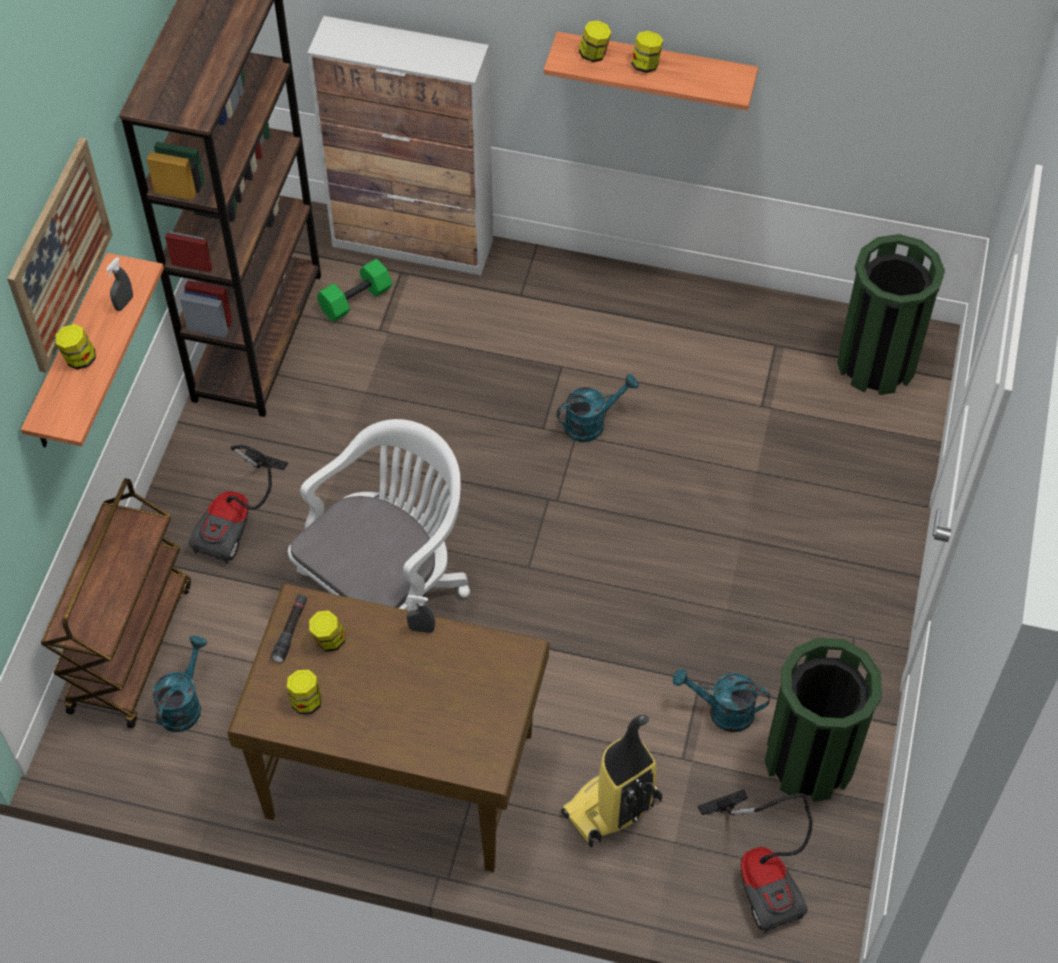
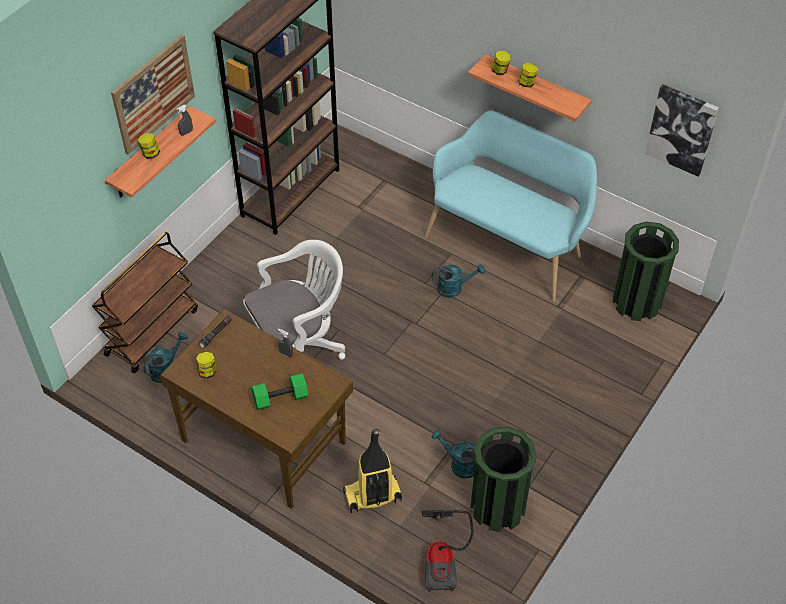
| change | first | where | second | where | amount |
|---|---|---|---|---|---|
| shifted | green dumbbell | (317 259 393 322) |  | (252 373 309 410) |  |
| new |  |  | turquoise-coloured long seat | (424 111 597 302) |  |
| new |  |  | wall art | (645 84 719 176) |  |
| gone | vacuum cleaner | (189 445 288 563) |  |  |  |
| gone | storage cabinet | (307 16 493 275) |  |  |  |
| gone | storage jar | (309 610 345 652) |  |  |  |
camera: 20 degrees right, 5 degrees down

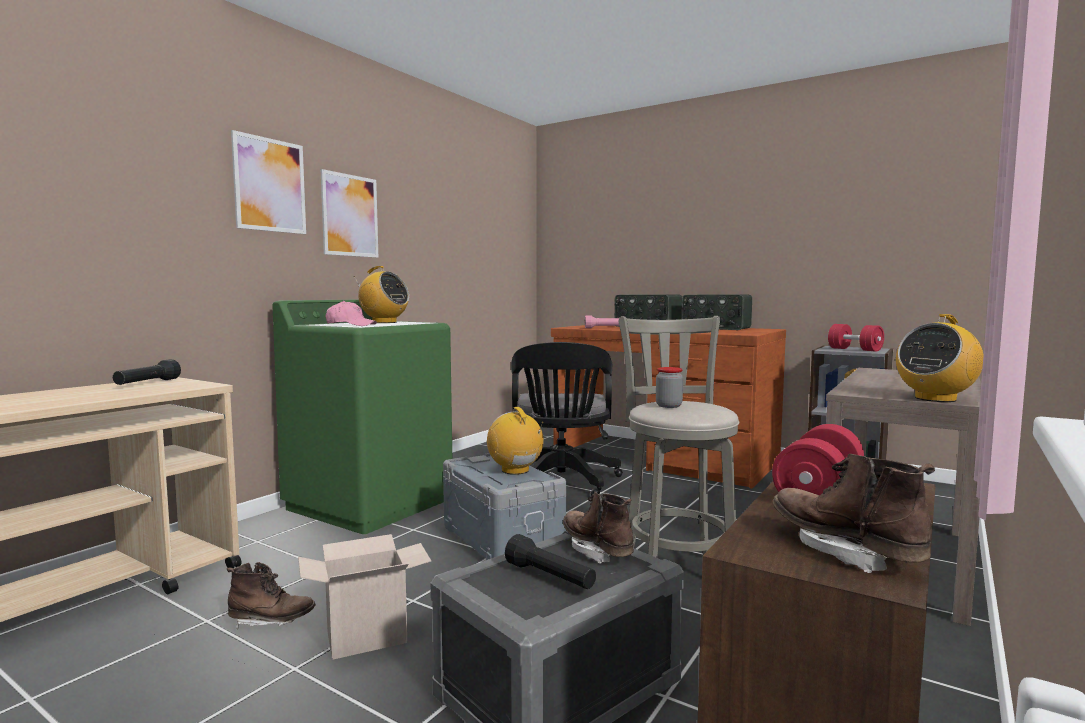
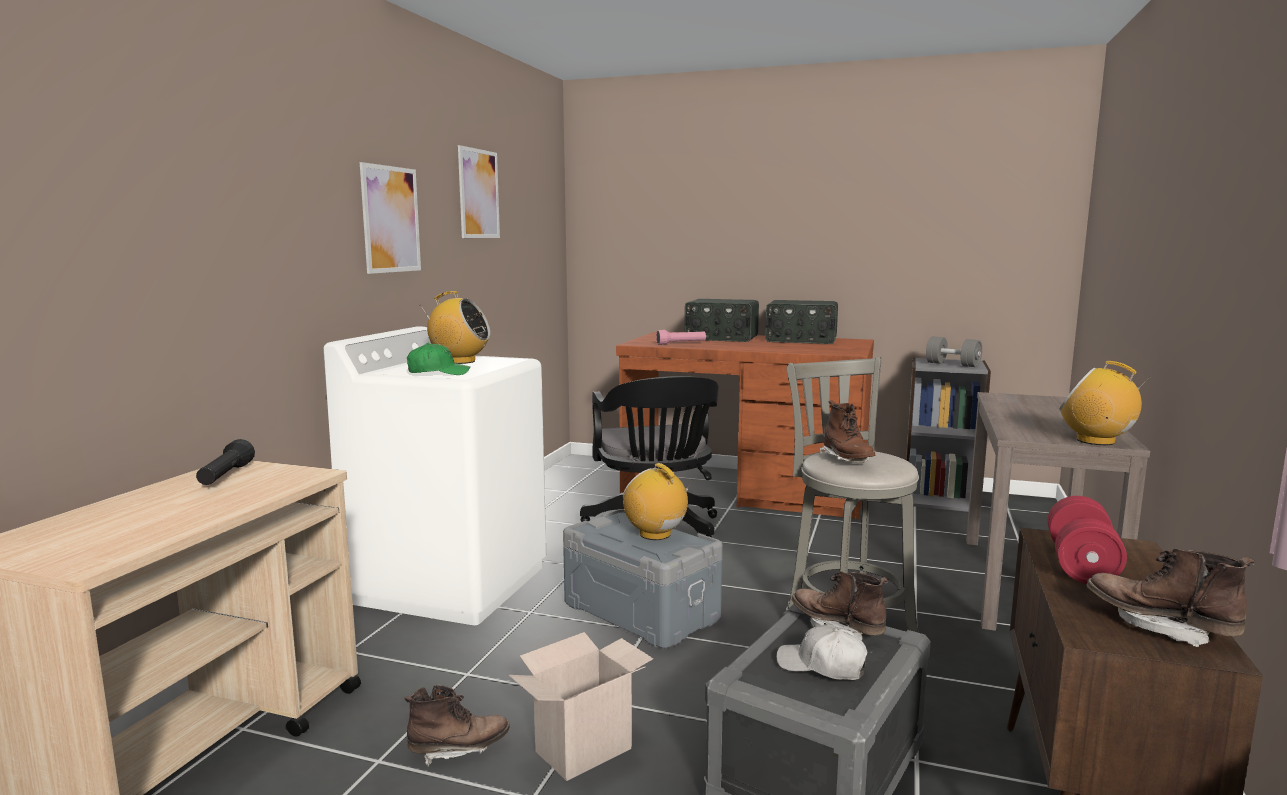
| change | first | where | second | where | amount |
|---|---|---|---|---|---|
| repainted | green laundry appliance | (273 300 452 534) | whitish laundry appliance | (323 326 546 625) |  |
| repainted | pink-coloured peaked cap | (326 301 377 326) | green peaked cap | (407 343 470 375) |  |
| shifted | wall art | (231 130 306 234) |  | (458 145 500 238) |  |
| swapped | blackish flashlight | (505 534 596 589) | whitish peaked cap | (777 624 867 680) |  |
| swapped | storage jar | (656 367 683 408) | brown-coloured high-top boot | (820 400 875 463) |  |
| repainted | red-coloured dumbbell | (828 324 884 352) | greyish dumbbell | (926 336 982 367) |  |
| rotated | radio receiver | (896 314 984 402) |  | (1060 361 1151 445) | 90 degrees clockwise |
camera: 15 degrees left, 5 degrees up

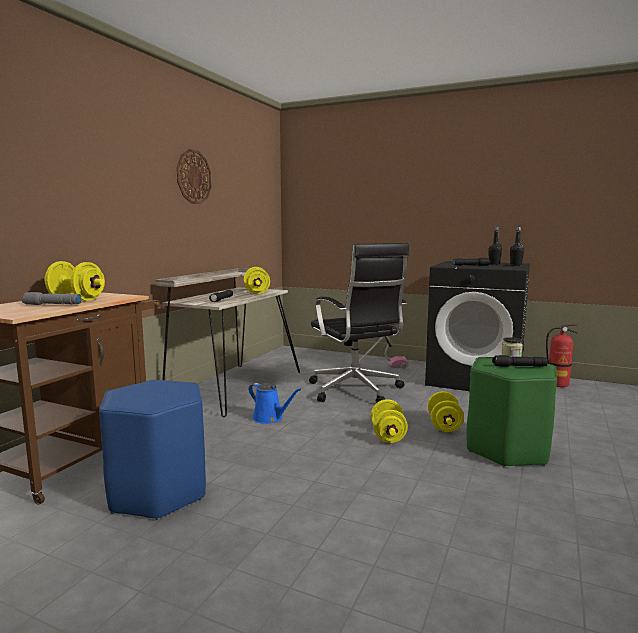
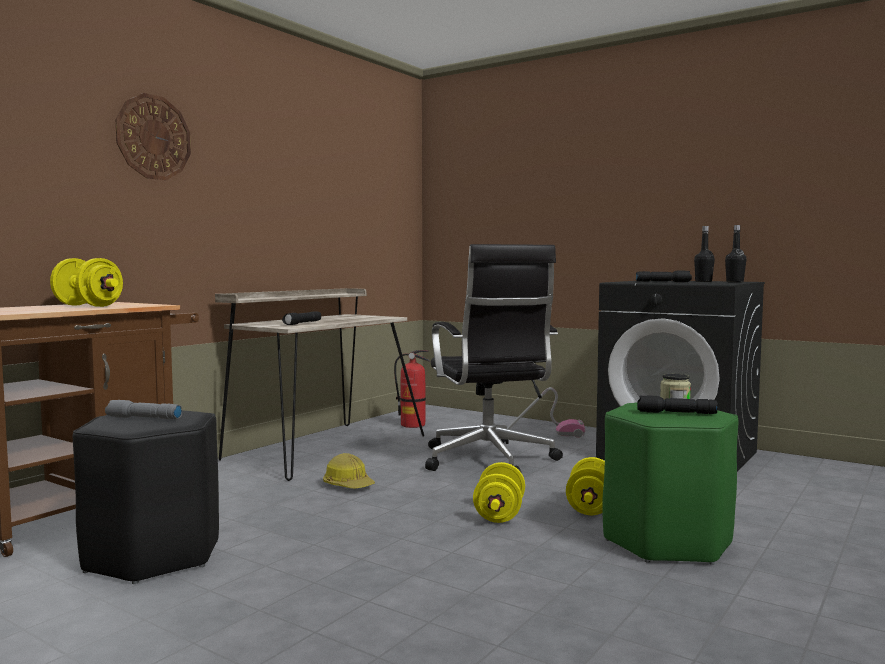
| change | first | where | second | where | amount |
|---|---|---|---|---|---|
| repainted | blue-coloured stool seat | (99 380 206 520) | blackish stool seat | (73 410 219 584) |  |
| shifted | greyish flashlight | (21 292 82 305) |  | (105 400 182 419) |  |
| shifted | hanging clock | (177 149 212 204) |  | (116 93 191 180) |  |
| swapped | blue-coloured watering can | (249 383 301 424) | safety helmet | (323 453 375 488) |  |
| shifted | extinguisher | (546 324 578 387) |  | (394 350 430 428) |  |
| gone | yellow-coloured dumbbell | (244 267 270 294) |  |  |  |
camera: 10 degrees right, 5 degrees down

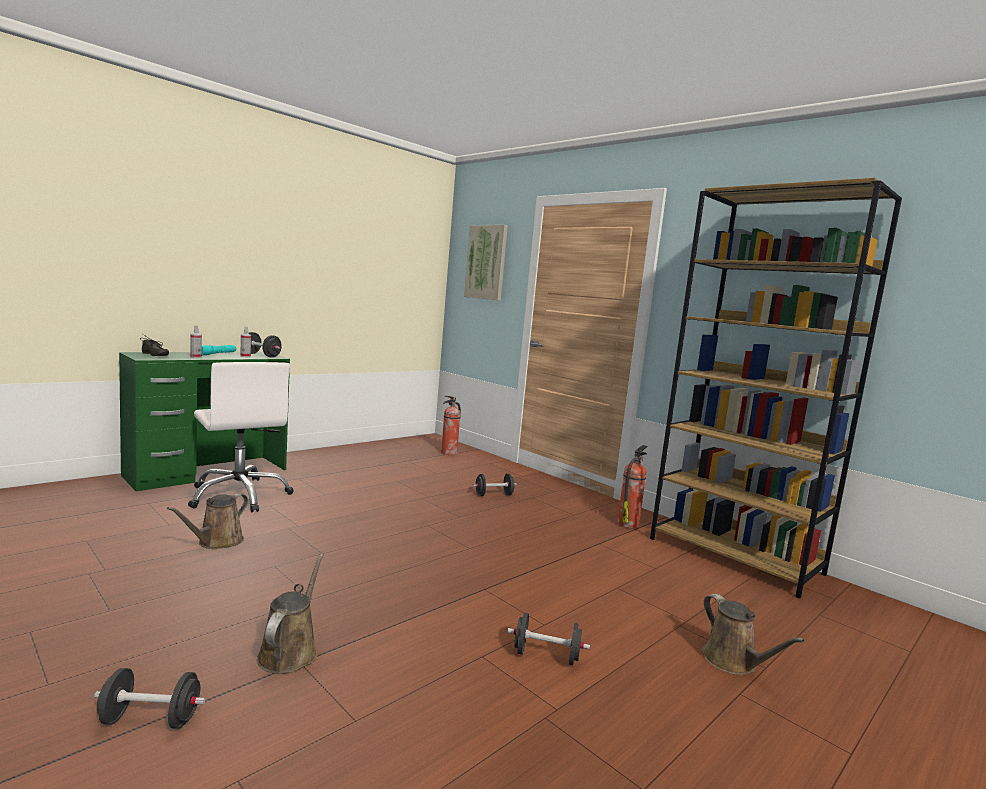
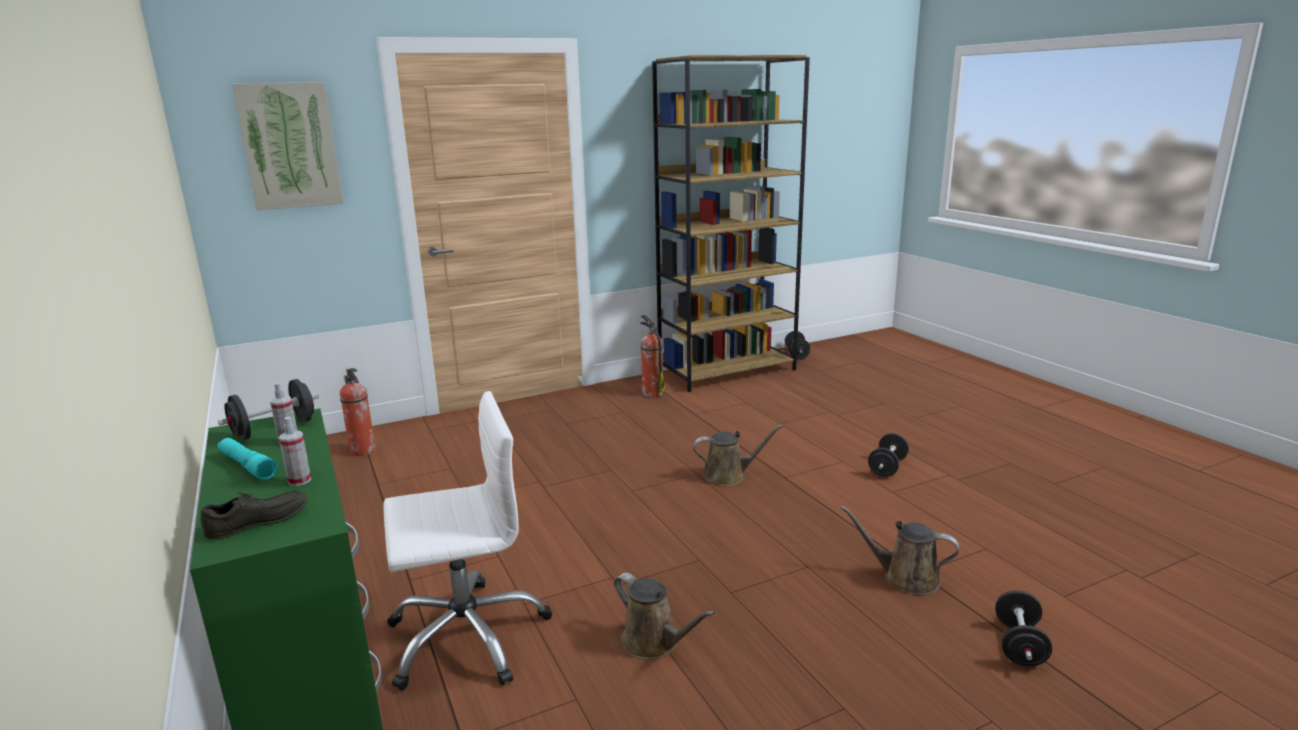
| change | first | where | second | where | amount |
|---|---|---|---|---|---|
| shifted | brown-coloured watering can | (702 594 805 675) |  | (693 425 783 486) |  |
| shifted | blackish dumbbell | (473 474 517 496) |  | (785 331 811 360) |  |
camera: 70 degrees left, 10 degrees up

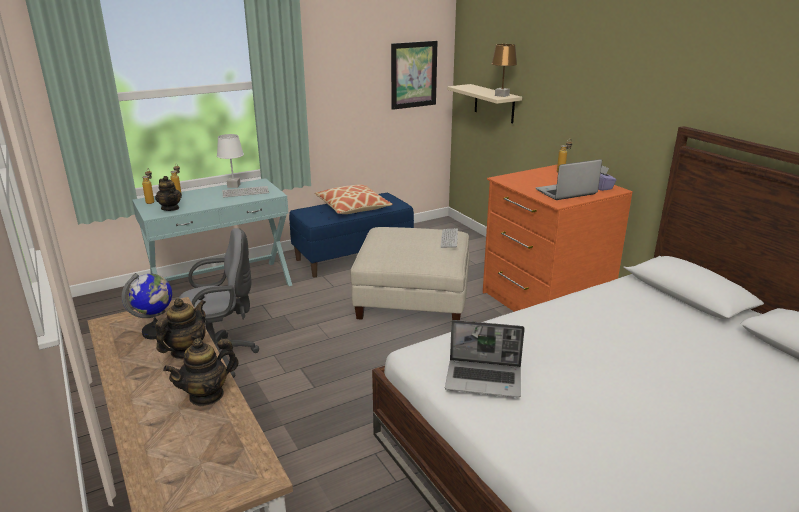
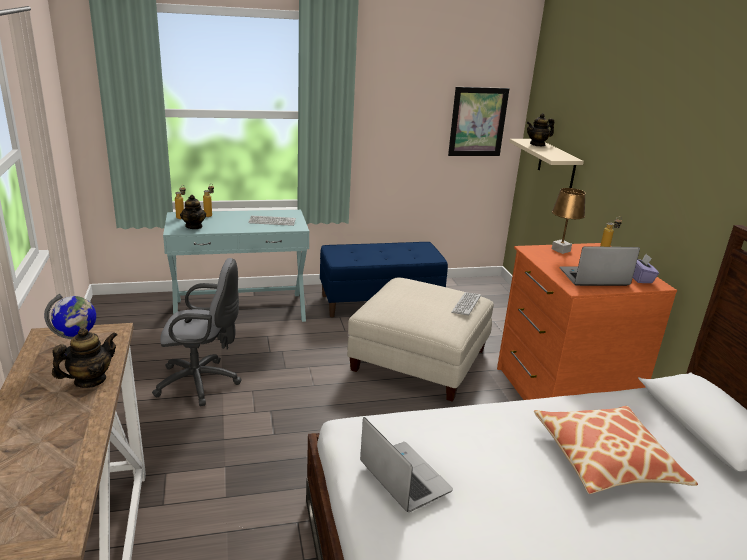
| change | first | where | second | where | amount |
|---|---|---|---|---|---|
| rotated | portable computer | (445 320 525 398) |  | (360 417 453 512) | 150 degrees counterclockwise |
| shifted | teapot | (163 338 239 407) |  | (527 113 554 146) |  |
| shifted | cushion | (315 185 393 214) |  | (534 406 698 494) |  |
| shifted | brown-coloured lamp for a table | (492 44 517 97) |  | (552 188 585 254) |  |
| gone | whitish lamp for a table | (217 134 244 188) |  |  |  |
camera: 15 degrees right, 0 degrees up

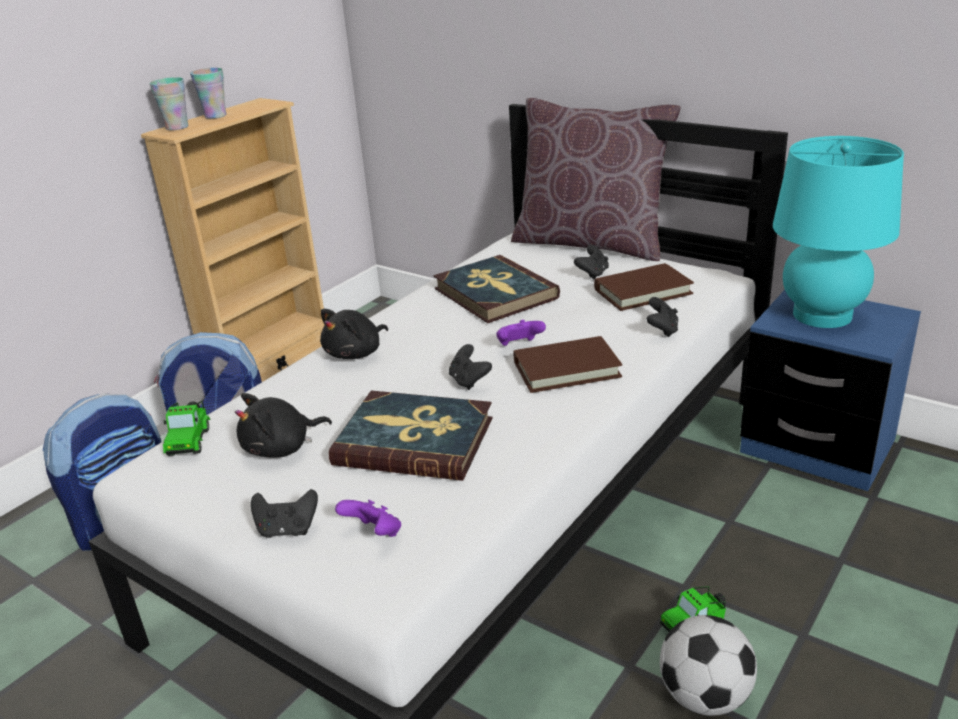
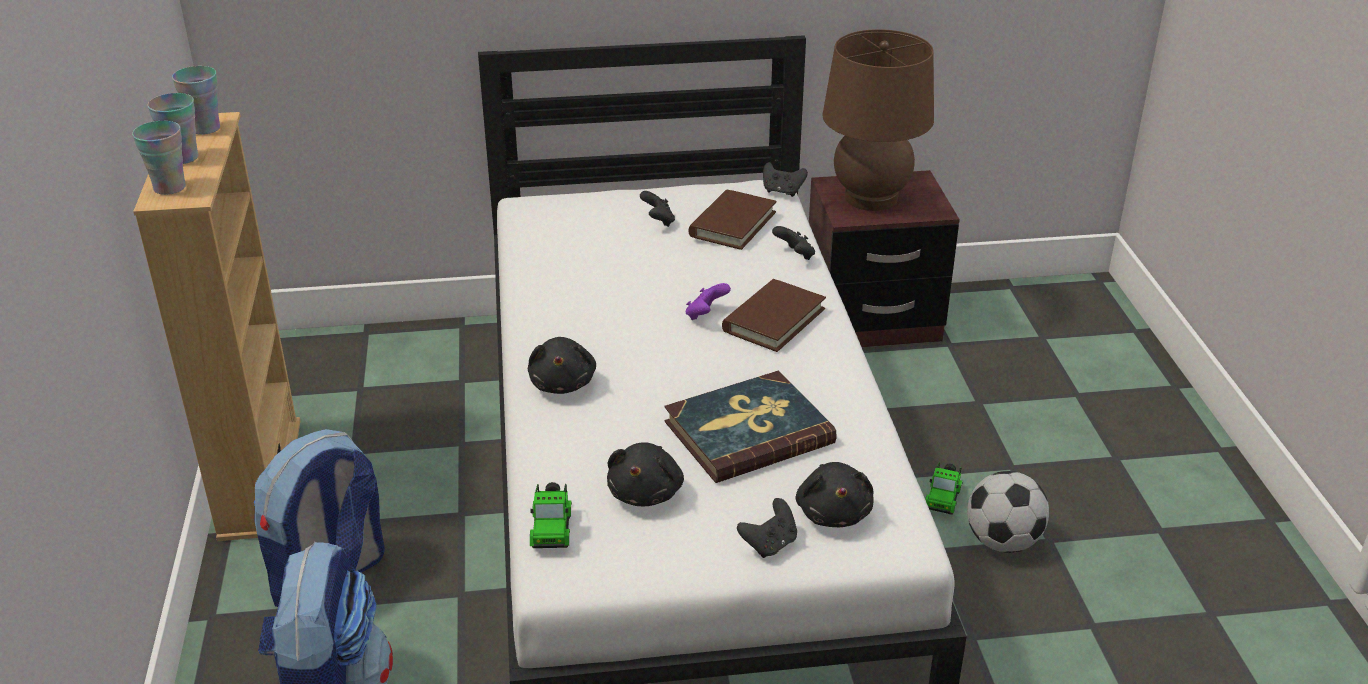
| change | first | where | second | where | amount |
|---|---|---|---|---|---|
| new |  |  | small cup | (172 66 220 135) |  |
| rotated | model car | (163 401 210 456) |  | (530 482 572 548) | 45 degrees clockwise |
| shifted | blackish gamepad | (449 344 492 390) |  | (763 162 808 197) |  |
| swapped | purple-coloured gamepad | (335 500 401 537) | blackish plush toy | (796 462 874 527) |  |
| repainted | blue-coloured night table | (740 290 921 491) | brown-coloured night table | (809 170 960 347) |  |
| repainted | turquoise-coloured lamp for a table | (773 136 904 328) | brown-coloured lamp for a table | (823 29 934 211) |  |
| gone | volume | (433 255 560 323) |  |  |  |
| gone | brown-coloured cushion | (511 98 681 261) |  |  |  |
camera: 45 degrees left, 5 degrees up

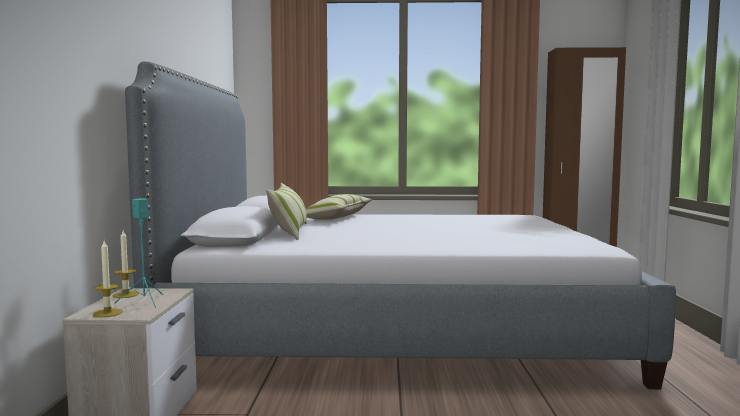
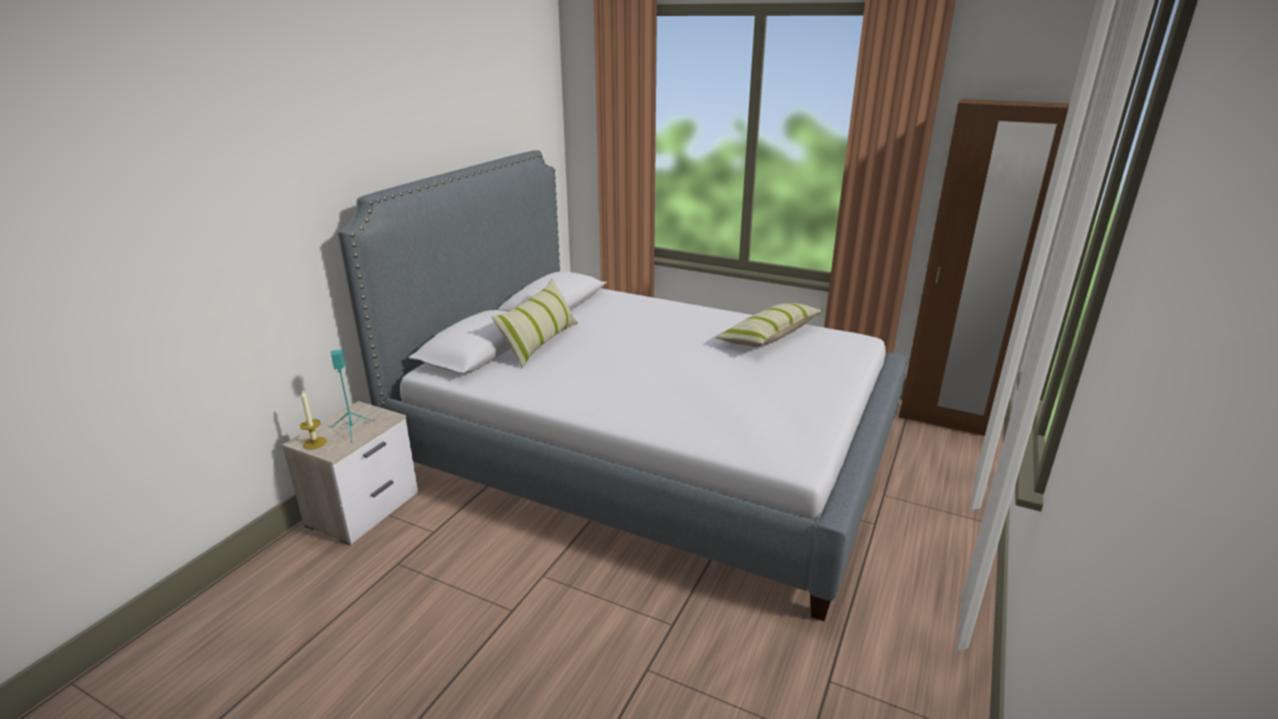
| change | first | where | second | where | amount |
|---|---|---|---|---|---|
| shifted | cushion | (306 194 372 220) |  | (715 303 824 347) |  |
| gone | wax candle | (113 231 139 298) |  |  |  |
camera: 25 degrees right, 20 degrees up

